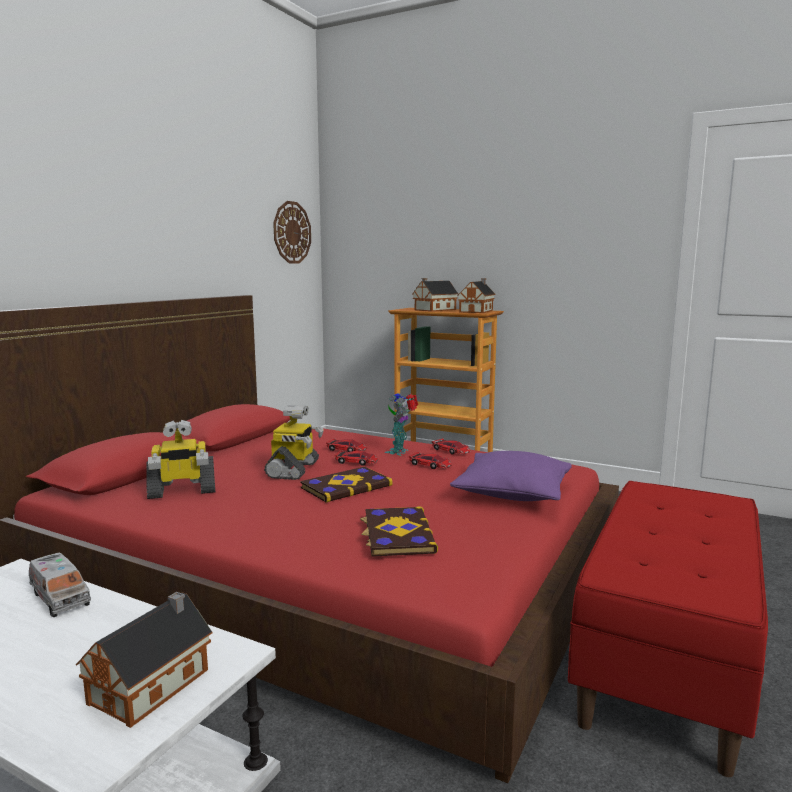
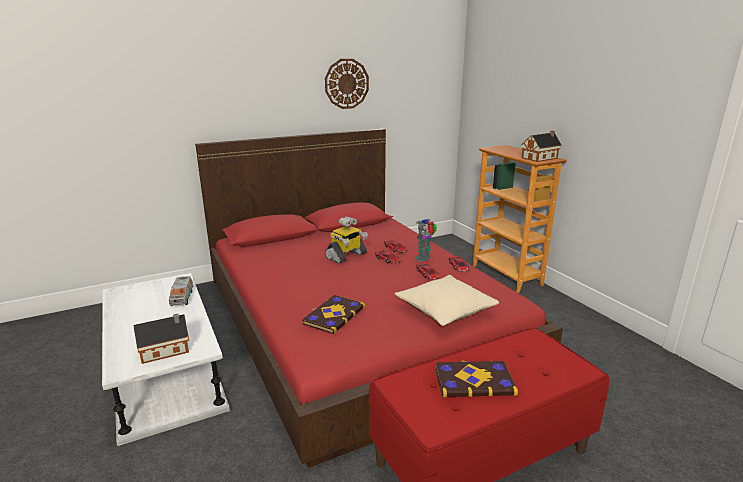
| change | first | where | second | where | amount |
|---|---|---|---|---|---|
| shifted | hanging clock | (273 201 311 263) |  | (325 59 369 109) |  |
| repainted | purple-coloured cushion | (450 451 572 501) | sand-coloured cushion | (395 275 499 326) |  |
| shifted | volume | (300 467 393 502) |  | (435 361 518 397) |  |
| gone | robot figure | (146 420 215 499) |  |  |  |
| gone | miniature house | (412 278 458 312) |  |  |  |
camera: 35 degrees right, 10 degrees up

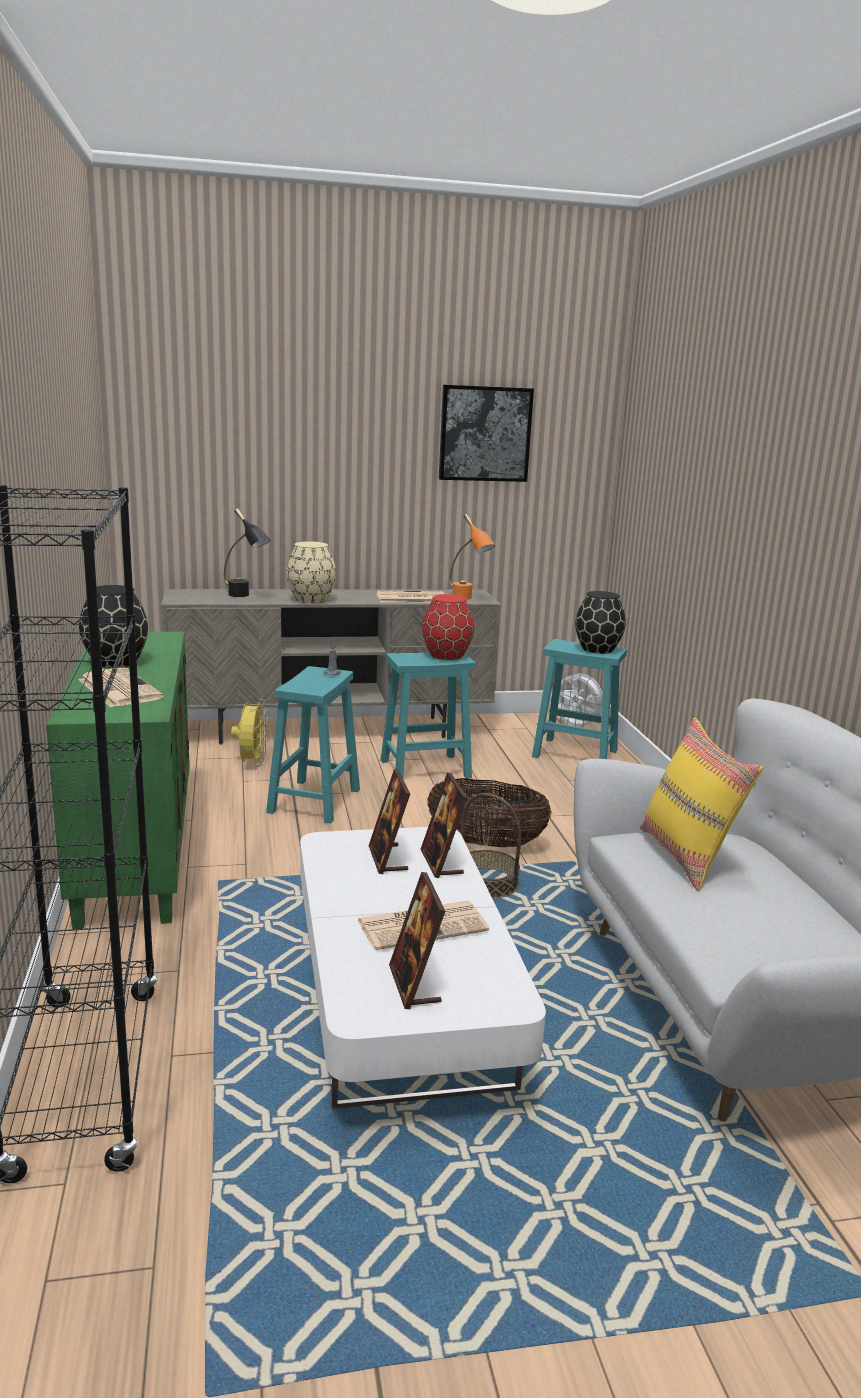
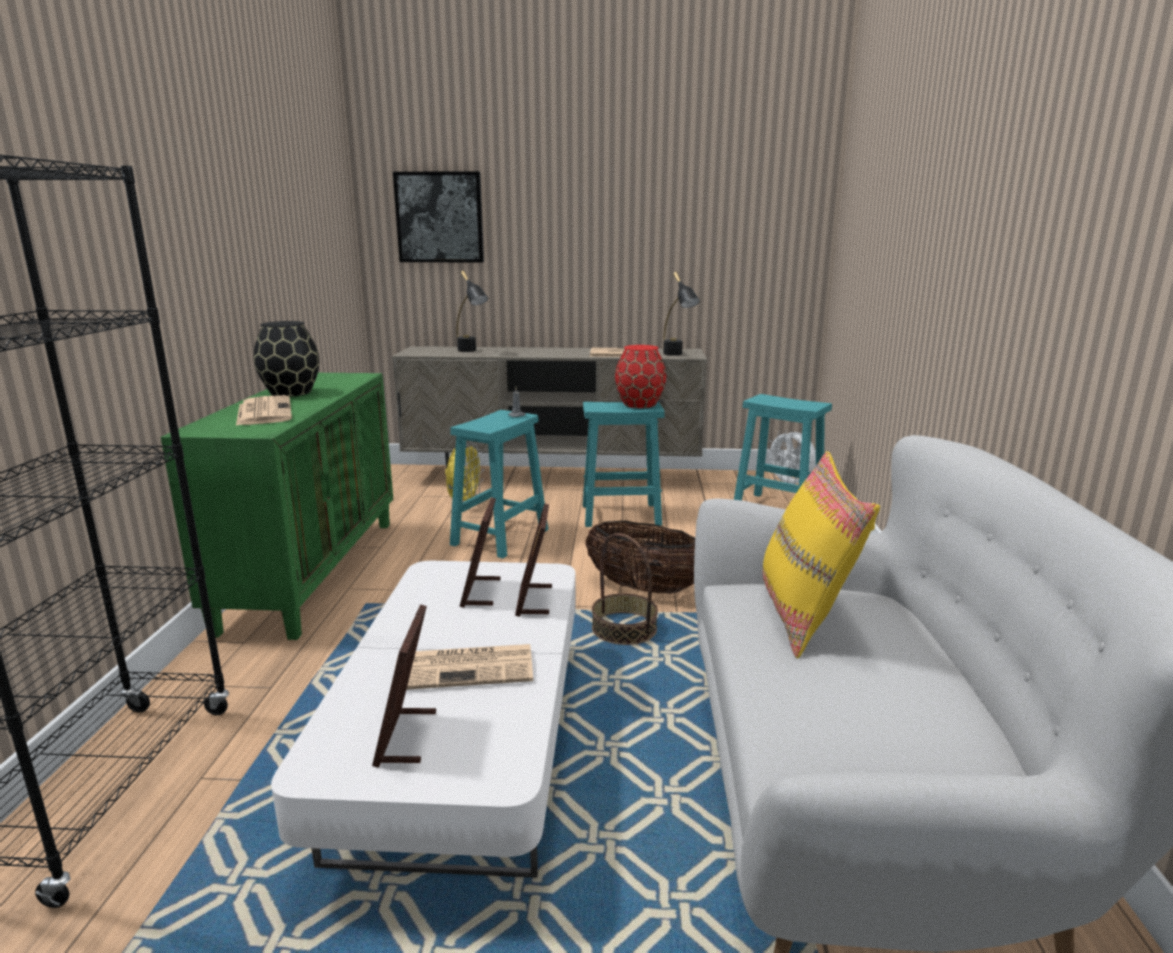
| change | first | where | second | where | amount |
|---|---|---|---|---|---|
| shifted | wall art | (439 385 534 482) |  | (393 171 484 262) |  |
| repainted | orange lamp for a table | (450 514 495 599) | blackish lamp for a table | (663 272 700 356) |  |
| gone | sand-coloured vase | (286 542 336 603) |  |  |  |
| gone | blackish vase | (575 591 626 654) |  |  |  |
camera: 15 degrees right, 0 degrees up

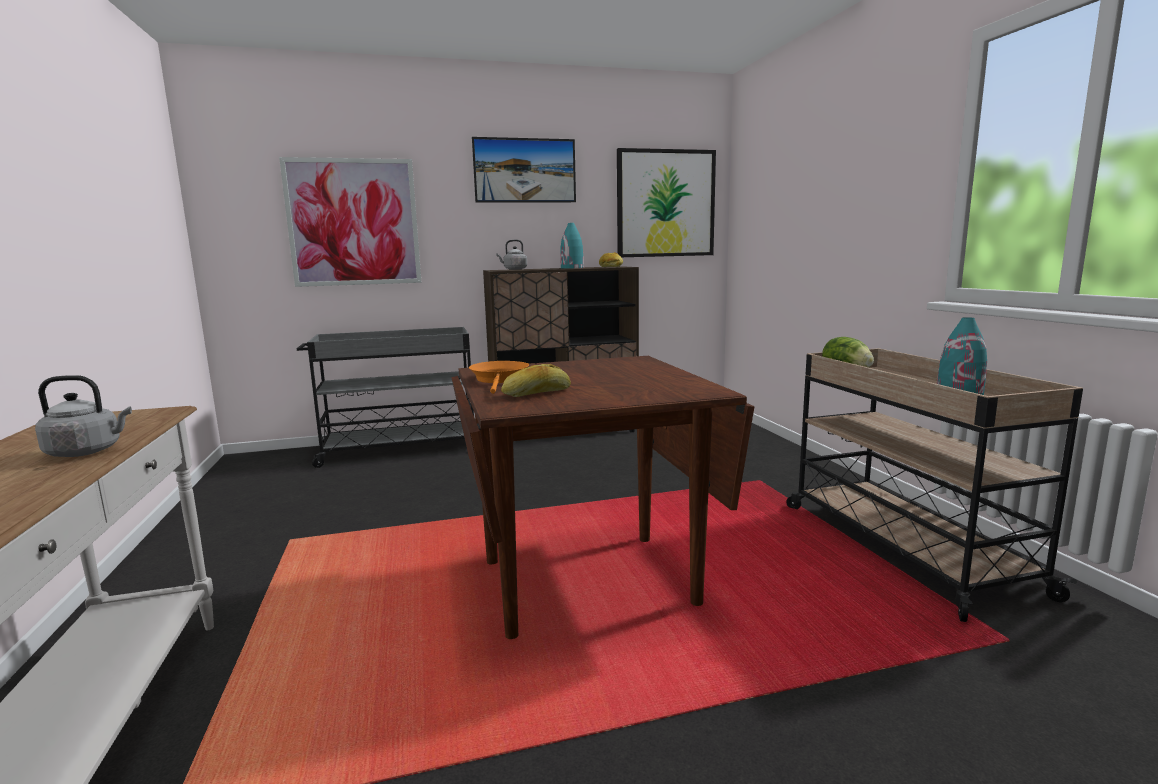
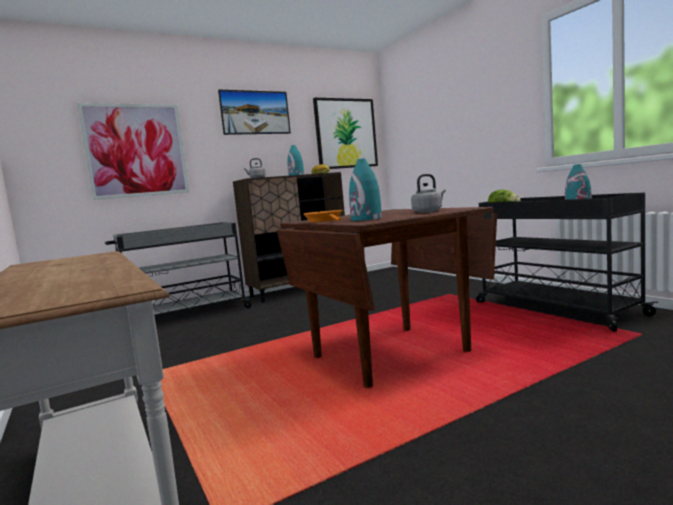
| change | first | where | second | where | amount |
|---|---|---|---|---|---|
| swapped | bakery bread | (501 364 571 397) | turquoise-coloured vase | (349 158 382 221) |  |
| shifted | greyish tea kettle | (35 375 132 457) |  | (411 174 446 213) |  |
| repainted | sand-coloured wheeled cart | (786 348 1083 622) | blackish wheeled cart | (476 192 658 331) |  |
camera: 15 degrees left, 5 degrees down

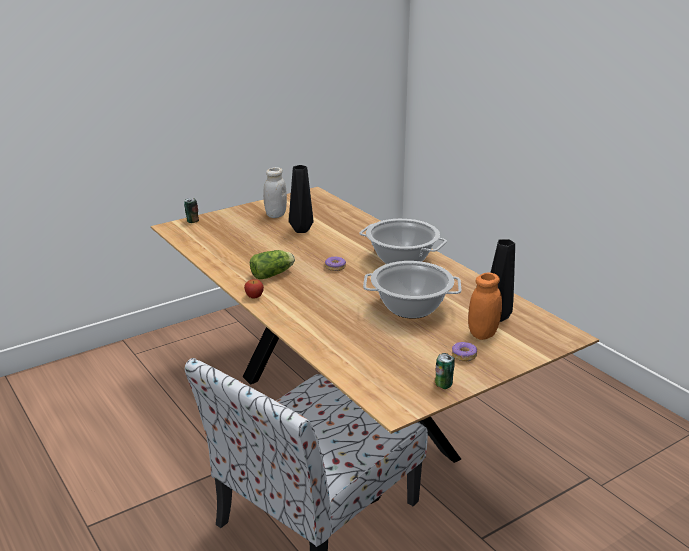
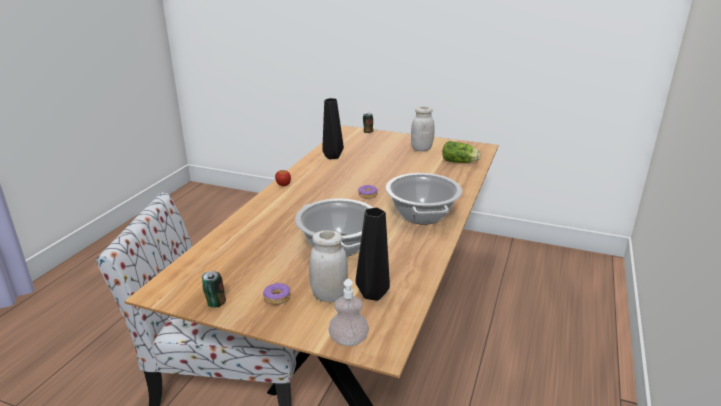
| change | first | where | second | where | amount |
|---|---|---|---|---|---|
| repainted | orange storage jar | (468 273 502 340) | whitish storage jar | (309 230 348 302) |  |
| shifted | blackish vase | (289 165 313 233) |  | (322 98 344 159) |  |
| new |  |  | liquid soap bottle | (328 279 369 346) |  |
| shifted | head of lettuce | (250 250 295 279) |  | (442 141 480 163) |  |
camera: 55 degrees right, 0 degrees up

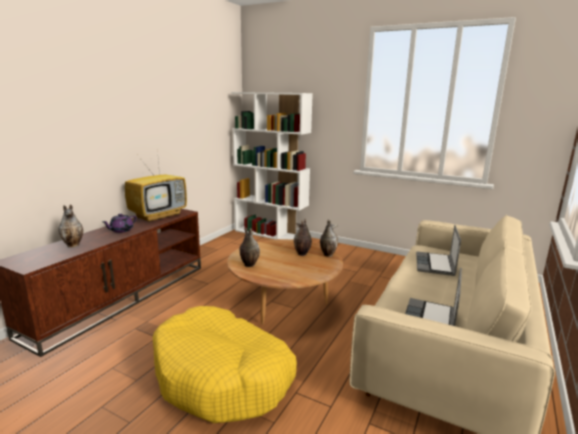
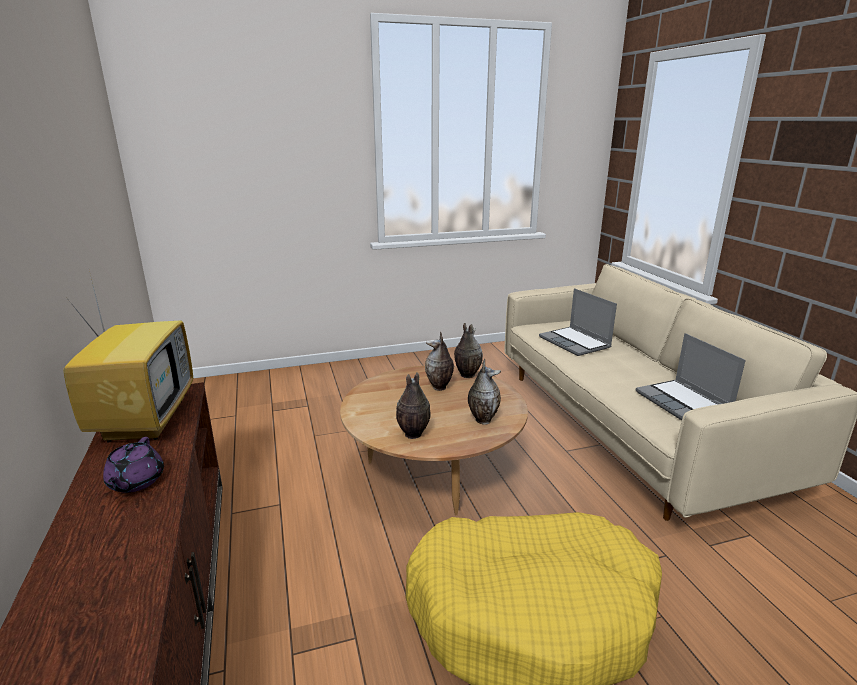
| change | first | where | second | where | amount |
|---|---|---|---|---|---|
| shifted | vase | (58 205 83 248) |  | (468 359 501 425) |  |
| gone | whitish bookshelf | (231 92 313 240) |  |  |  |
camera: 45 degrees left, 5 degrees up

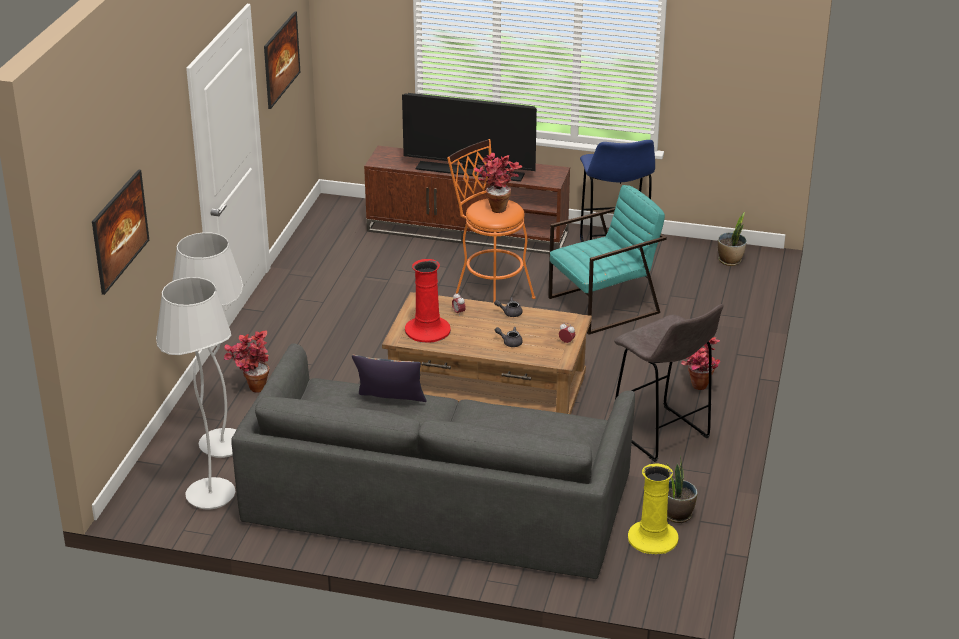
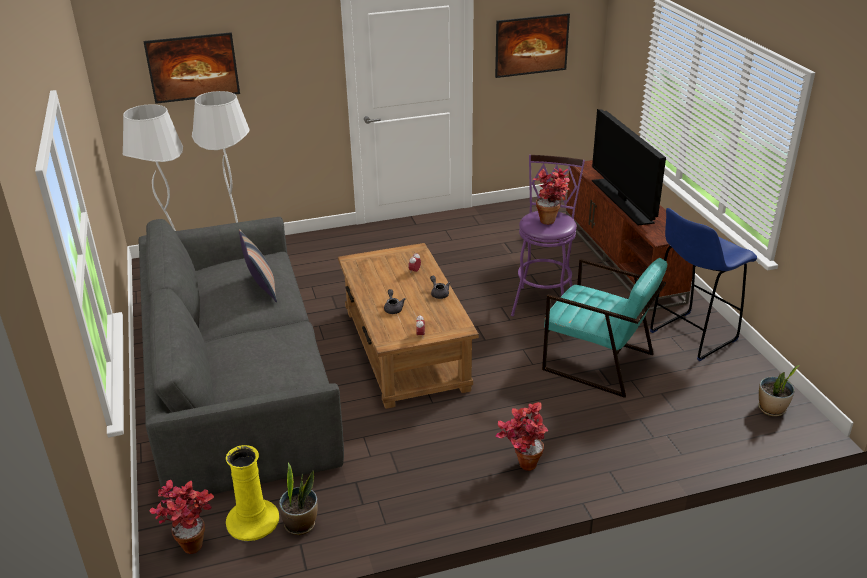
| change | first | where | second | where | amount |
|---|---|---|---|---|---|
| shifted | potted plant | (224 330 270 392) |  | (149 480 214 554) |  |
| repainted | orange stool seat | (447 139 535 303) | purple-coloured stool seat | (511 155 585 316) |  |
| gone | red-coloured vase | (405 259 451 343) |  |  |  |
| gone | greyish stool seat | (614 304 723 462) |  |  |  |
camera: 60 degrees right, 0 degrees up

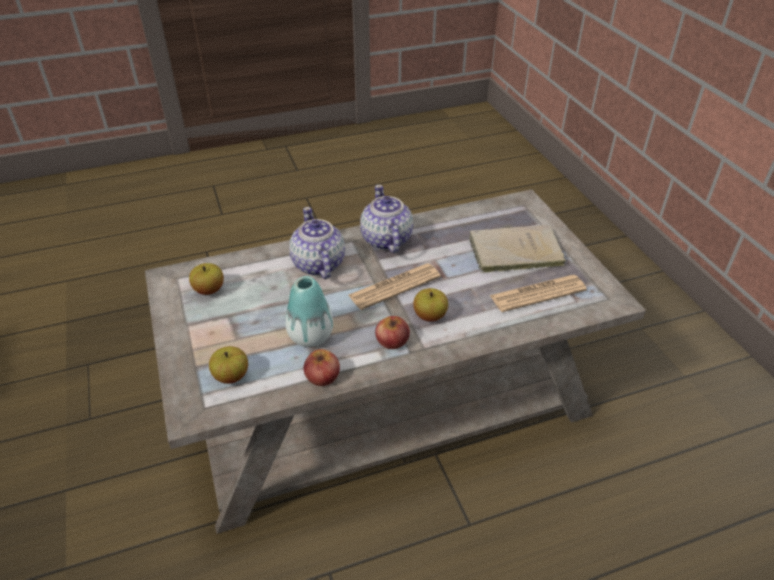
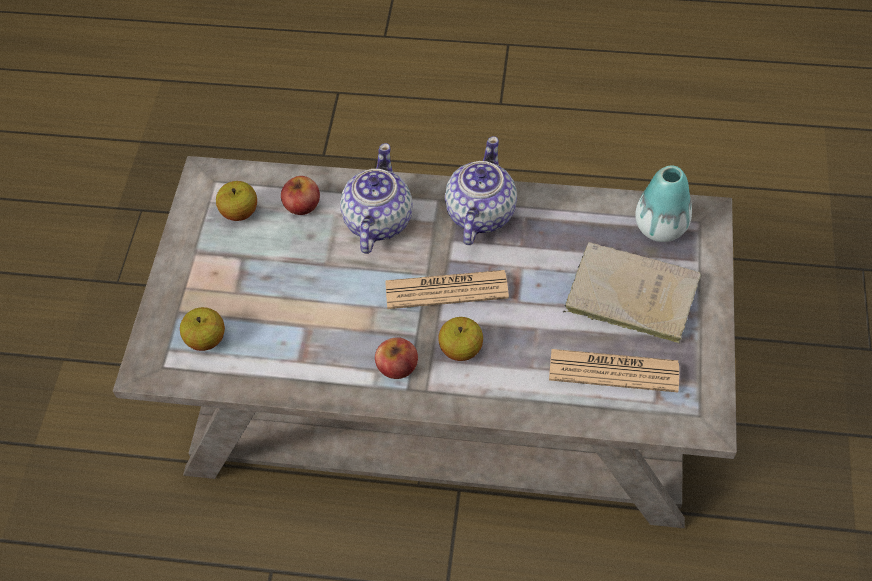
| change | first | where | second | where | amount |
|---|---|---|---|---|---|
| shifted | whole apple | (304 349 340 386) |  | (281 176 320 215) |  |
| shifted | vase | (285 276 333 347) |  | (635 165 692 242) |  |
camera: 30 degrees right, 15 degrees up

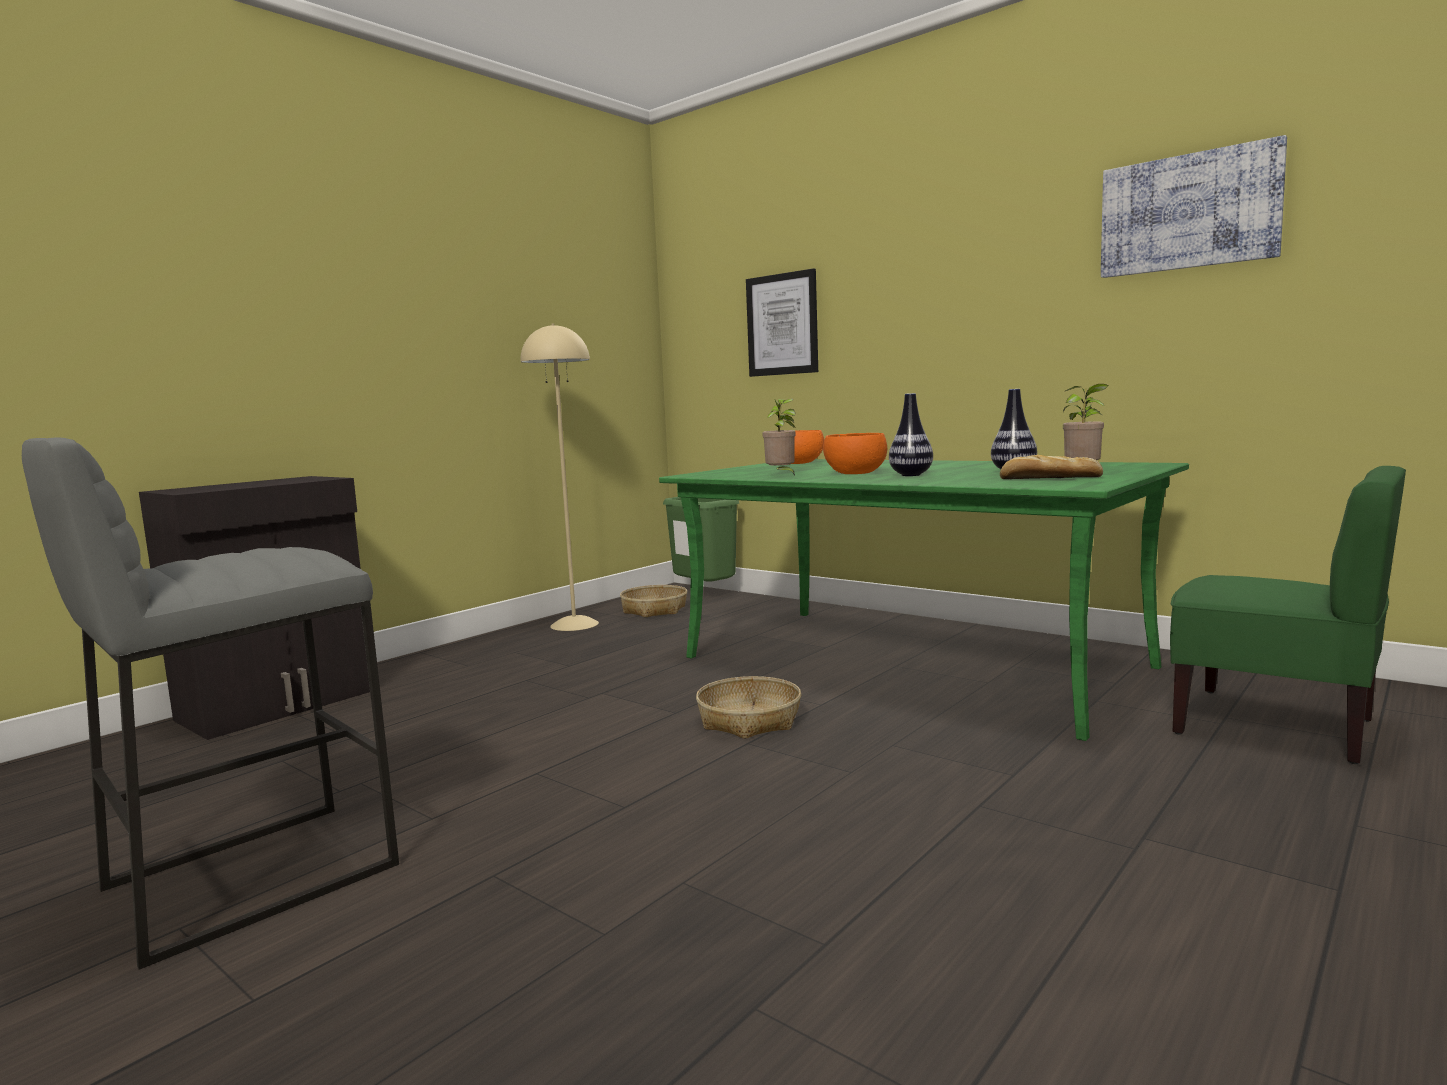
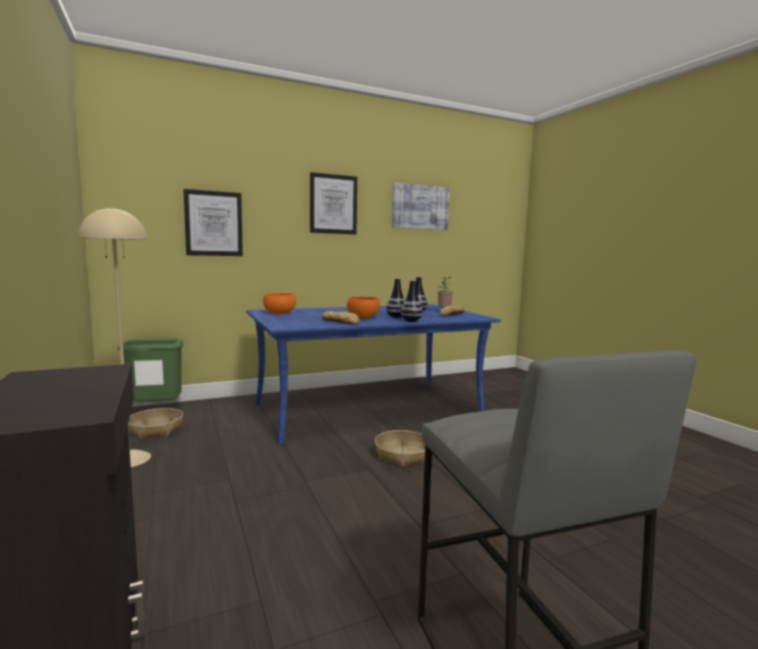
| change | first | where | second | where | amount |
|---|---|---|---|---|---|
| repainted | green kitchen table | (659 459 1189 741) | blue-coloured kitchen table | (246 305 501 445) |  |
| new |  |  | wall art | (310 172 357 234) |  |
| swapped | potted plant | (762 398 796 476) | bakery bread | (322 311 359 325) |  |
| new |  |  | vase | (401 280 423 322) |  |
| gone | green upright chair | (1170 466 1406 764) |  |  |  |
camera: 65 degrees left, 0 degrees up

